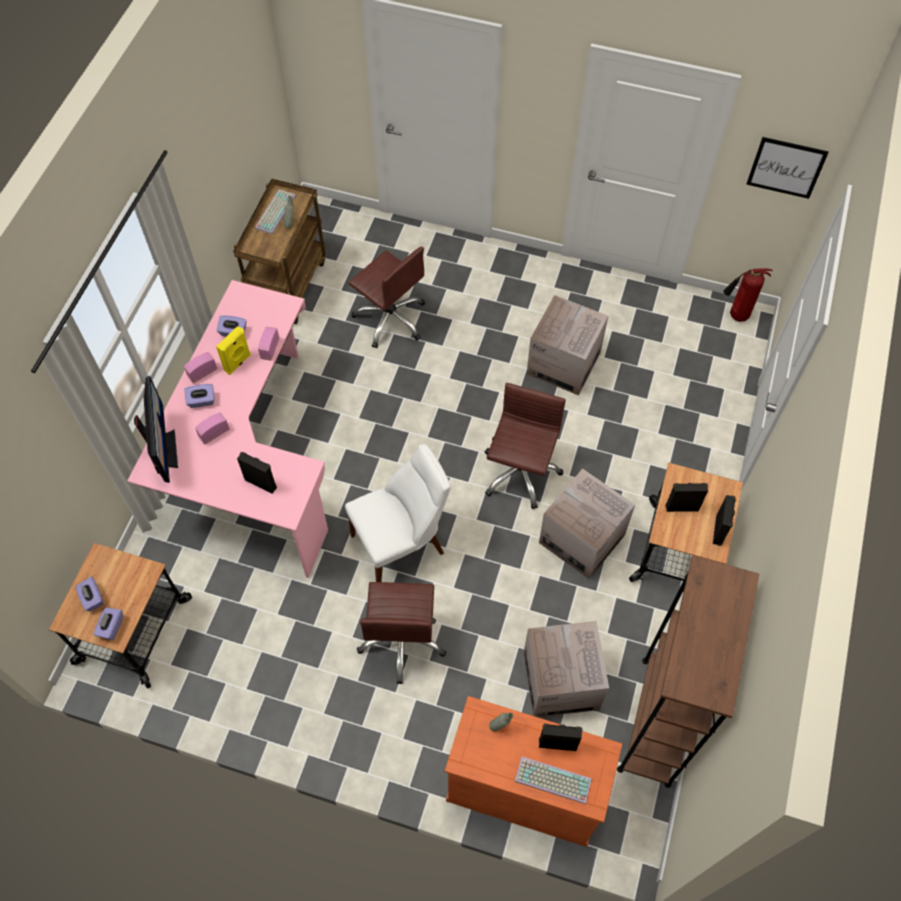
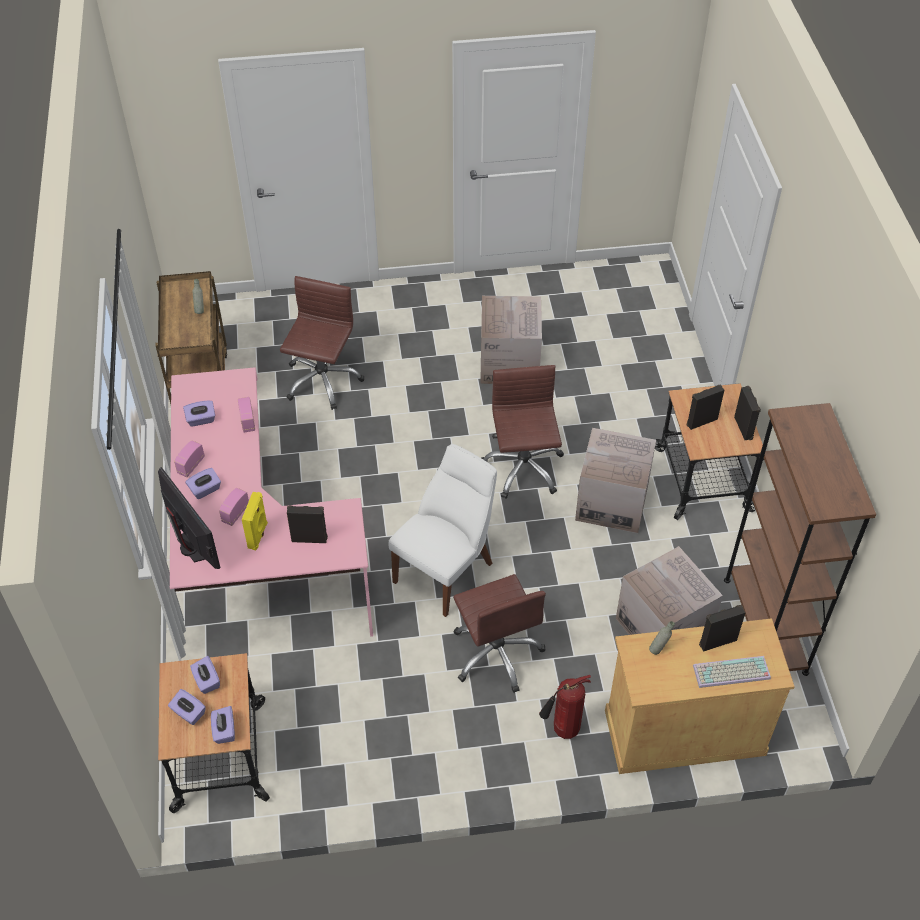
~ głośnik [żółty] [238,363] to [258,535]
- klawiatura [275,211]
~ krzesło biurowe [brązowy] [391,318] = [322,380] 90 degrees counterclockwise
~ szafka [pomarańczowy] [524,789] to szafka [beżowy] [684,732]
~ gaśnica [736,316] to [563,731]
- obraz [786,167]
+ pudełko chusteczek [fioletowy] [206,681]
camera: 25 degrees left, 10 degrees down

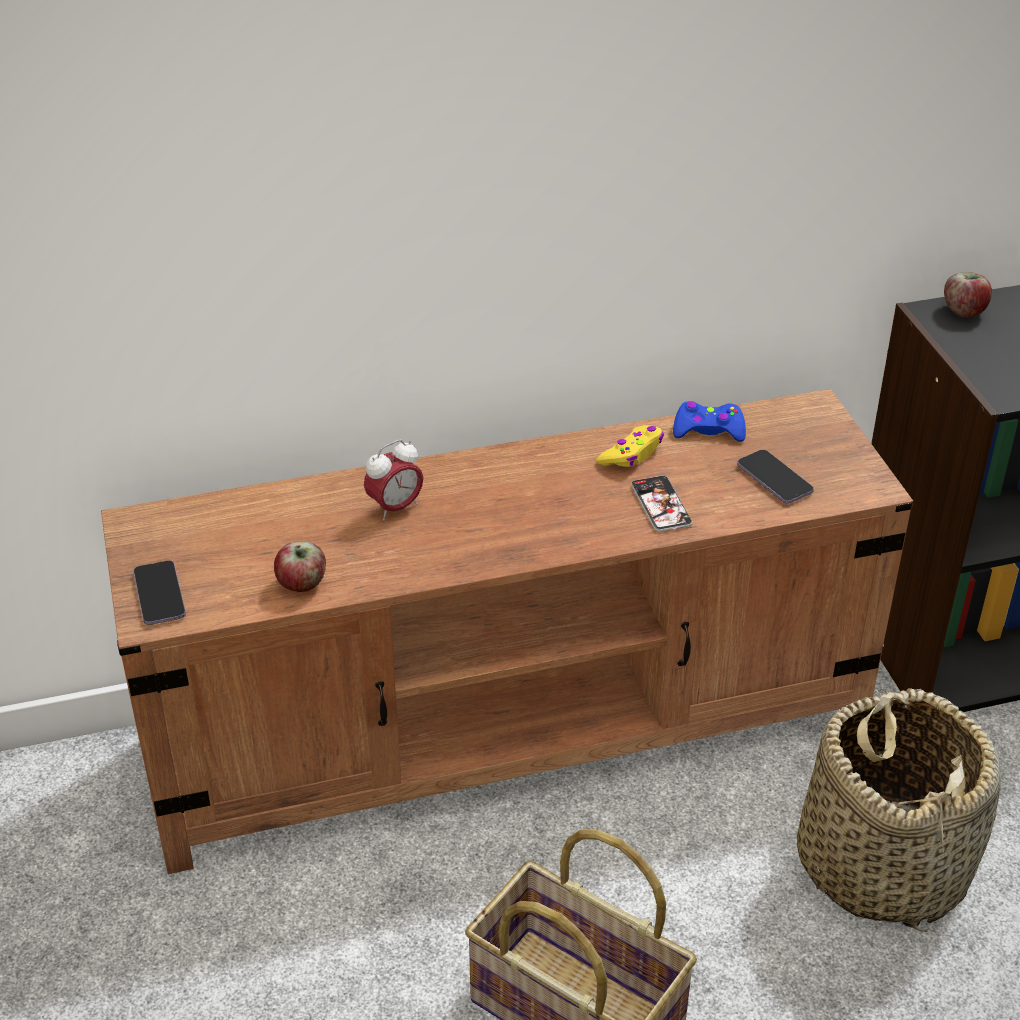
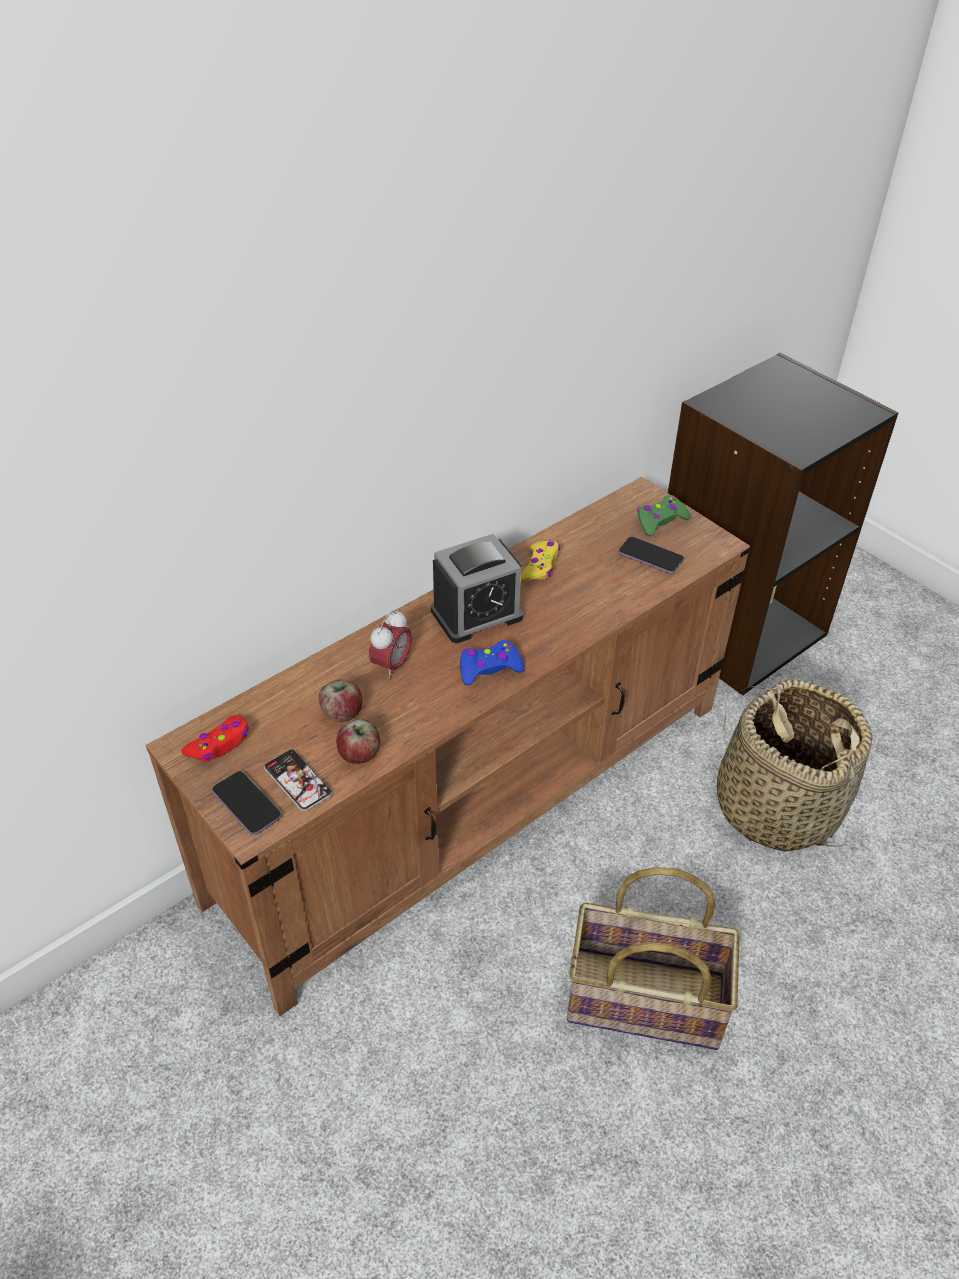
~ telefon [661,505] to [298,781]
~ pad do gier [niebieski] [708,430] to [489,668]
~ jabłko [964,311] to [342,713]
+ pad do gier [czerwony] [219,744]
+ budzik [476,614]
+ pad do gier [zielony] [660,521]
camera: 25 degrees left, 5 degrees up

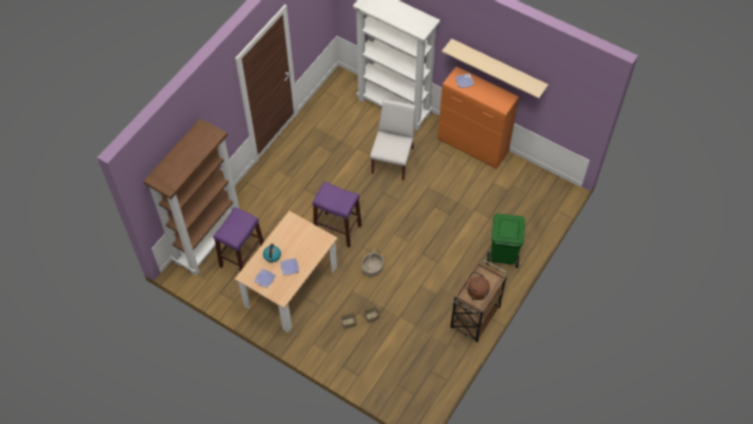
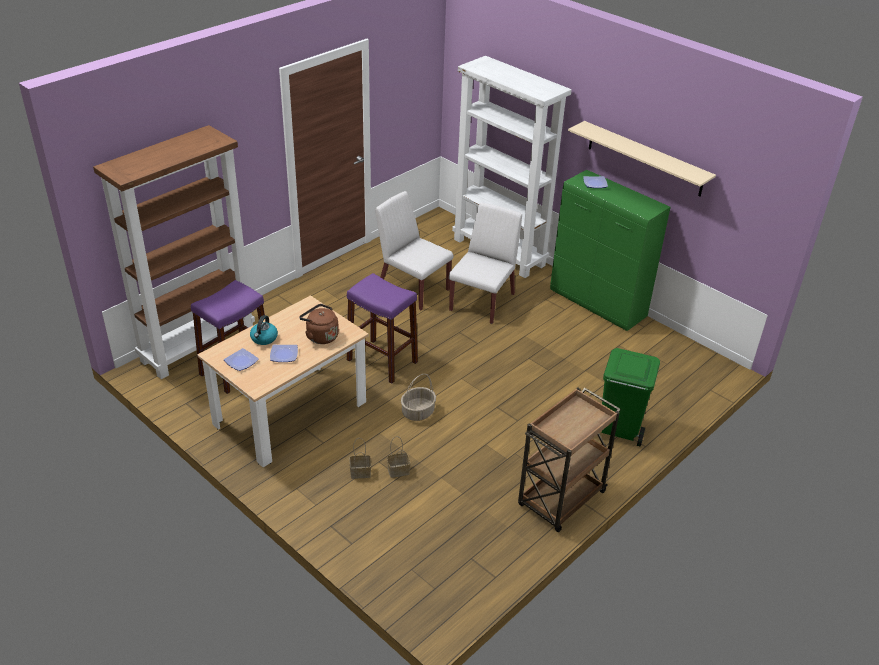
~ szafka [pomarańczowy] [473,146] to szafka [zielony] [598,305]
~ czajnik [brązowy] [476,291] to [320,336]
+ krzesło [biały] [412,289]
camera: 10 degrees right, 20 degrees down

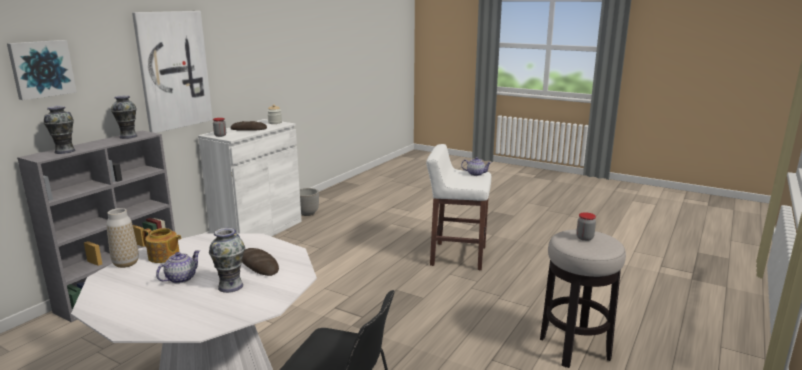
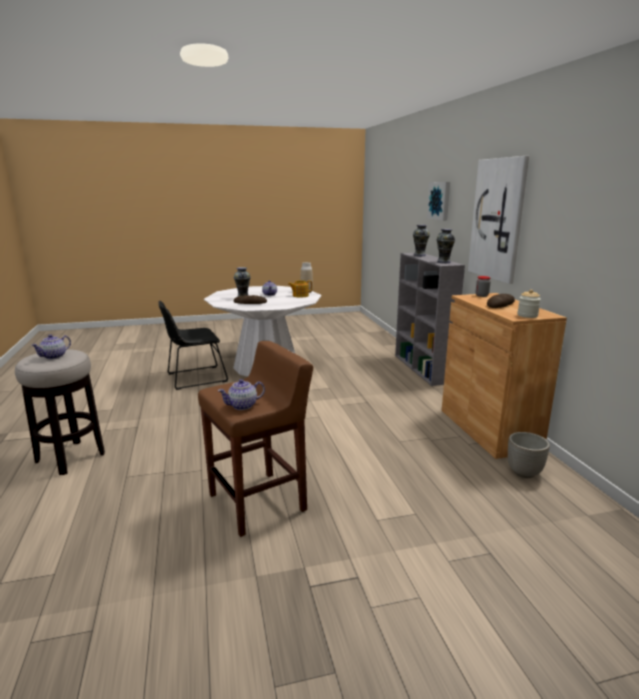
~ szafka [biały] [258,231] to szafka [brązowy] [488,429]
~ stołek [biały] [457,256] to stołek [brązowy] [259,502]
~ słoik [584,238] to imbryk [54,356]
camera: 135 degrees right, 0 degrees up

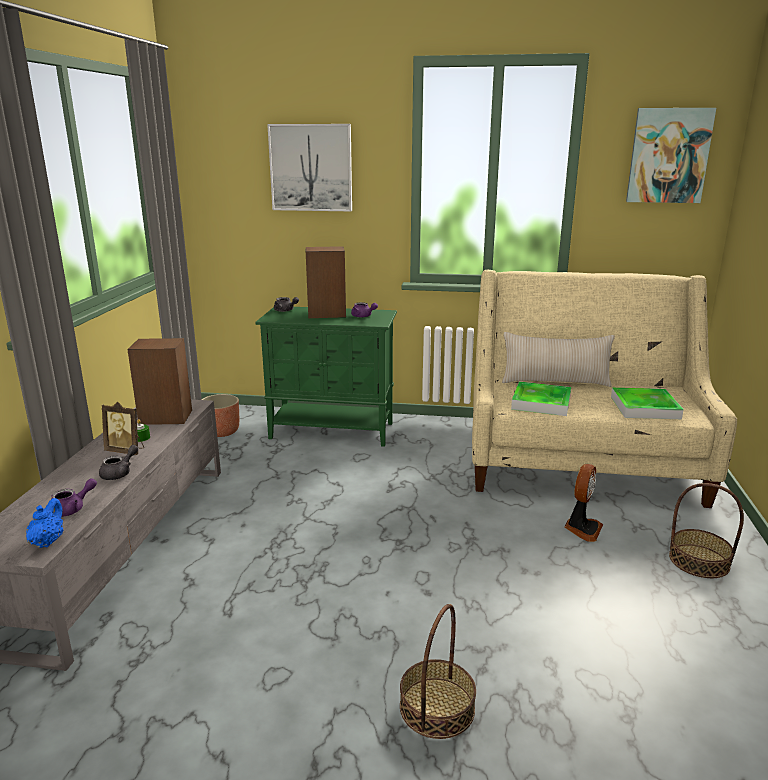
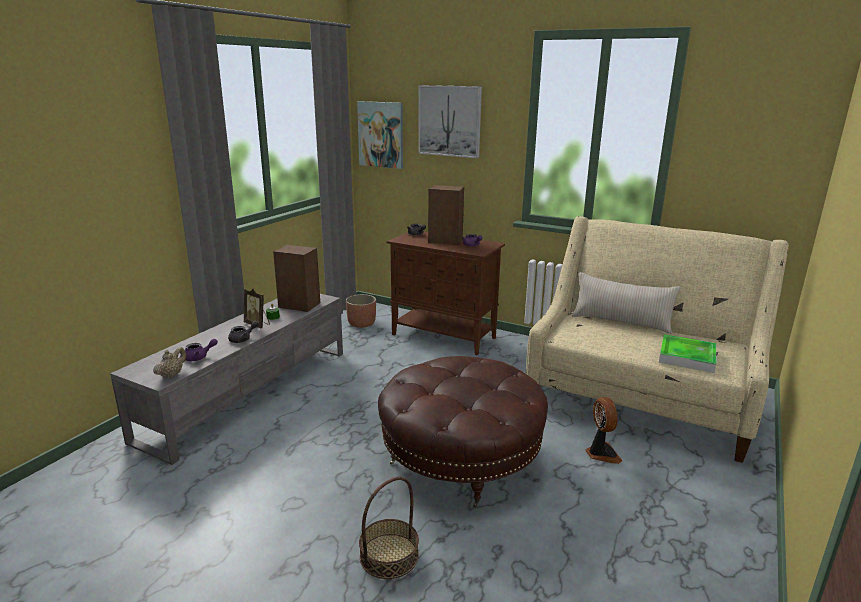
~ imbryk [niebieski] [48,541] to imbryk [beżowy] [171,375]
~ szafka [zielony] [333,431] to szafka [brązowy] [444,336]
- taca [541,402]
~ wentylator [582,528] = [601,453] 60 degrees counterclockwise
~ obraz [668,156] to [381,134]
- koszyk [699,561]
+ pufa [brązowy] [460,458]
camera: 20 degrees right, 0 degrees up

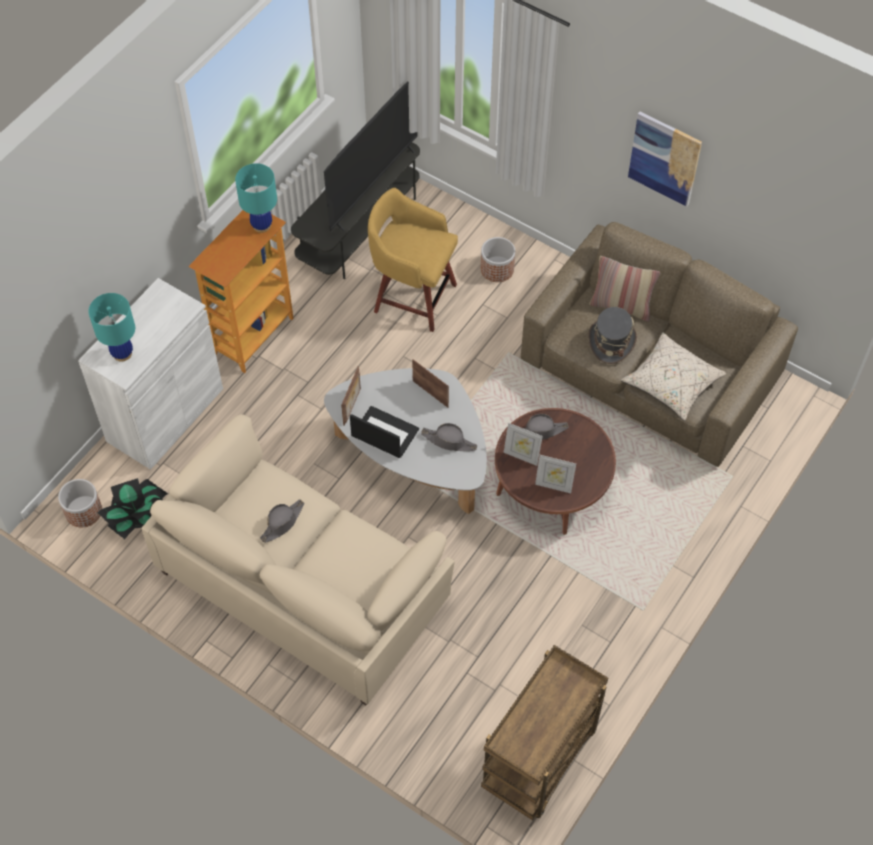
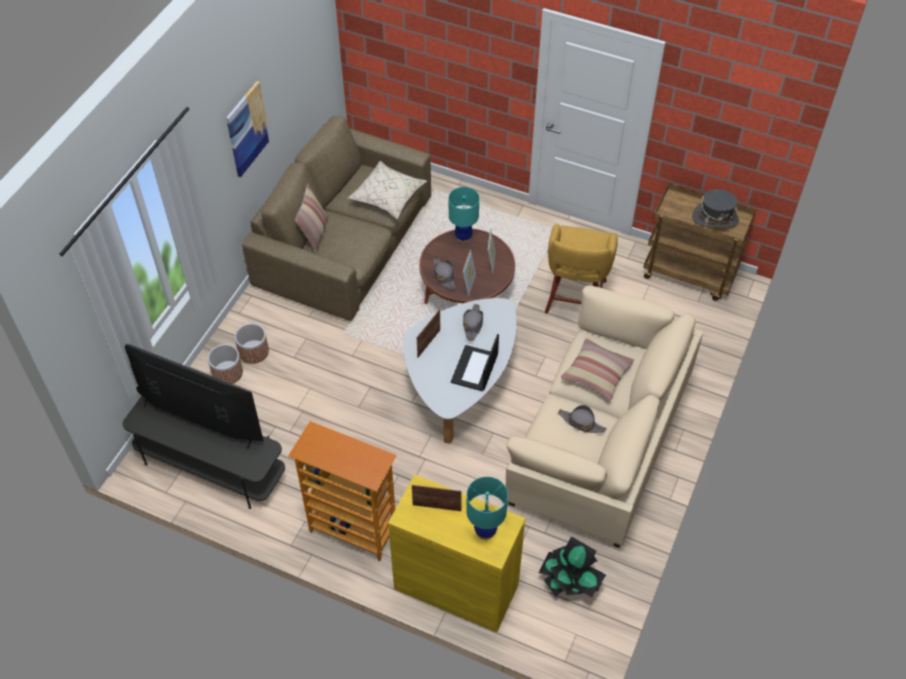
~ donica [83,511] to [227,373]
~ szafka [biały] [165,415] to szafka [żółty] [456,587]
~ lampa stołowa [turkusowy] [261,225] to [463,237]
~ ramka na zdjęcie [352,406] to [437,507]
~ stołek [żółty] [412,297] to [574,298]
~ kapelusz [szary] [611,341] to [715,218]
+ poduszka [596,373]
camera: 100 degrees left, 5 degrees down

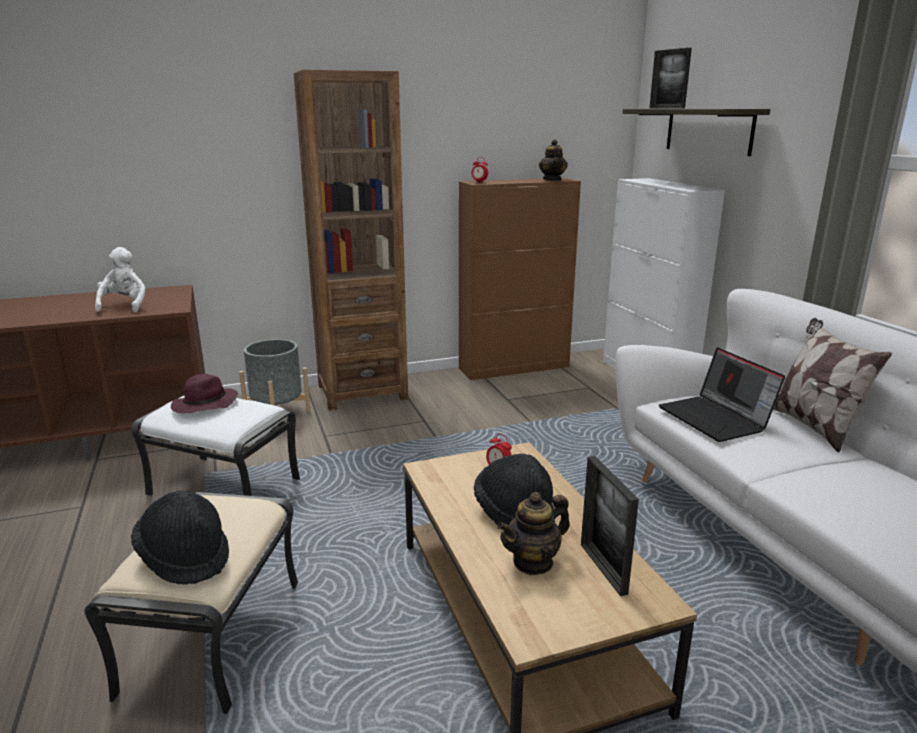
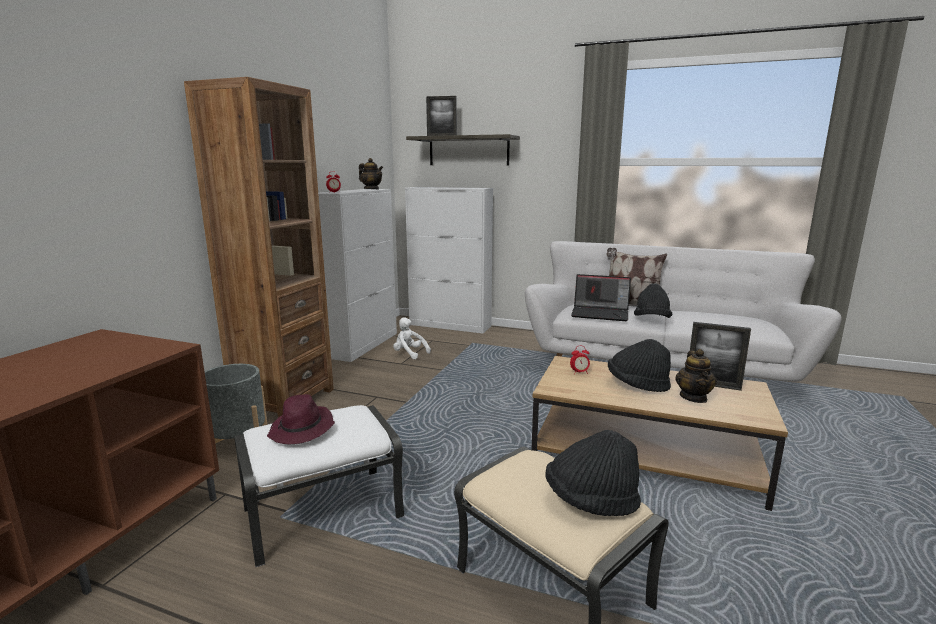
~ pluszak [biały] [125,306] to [409,354]
~ szafka [brązowy] [514,367] to szafka [biały] [364,345]
+ kapelusz [czarny] [651,320]
camera: 50 degrees left, 5 degrees down

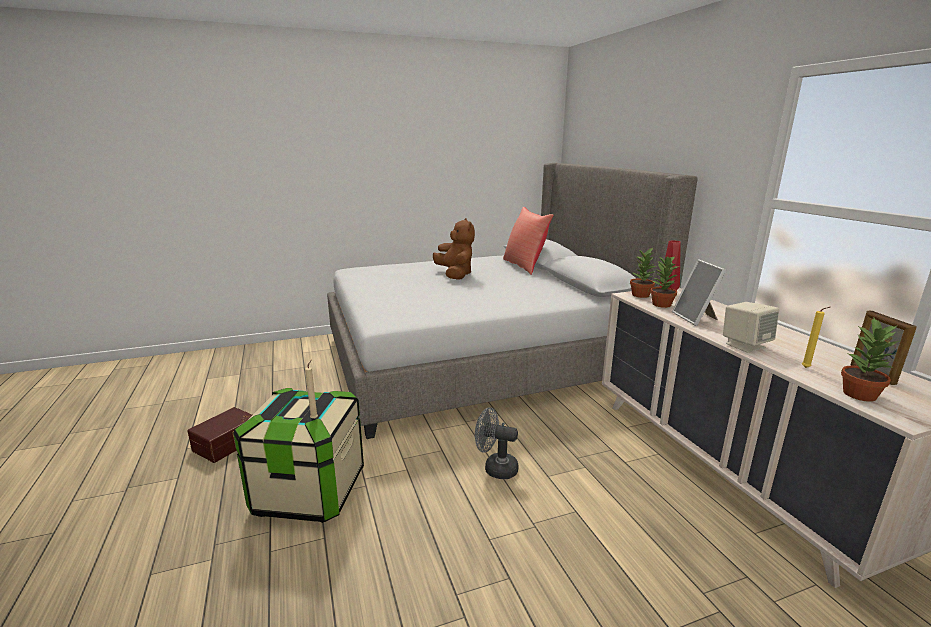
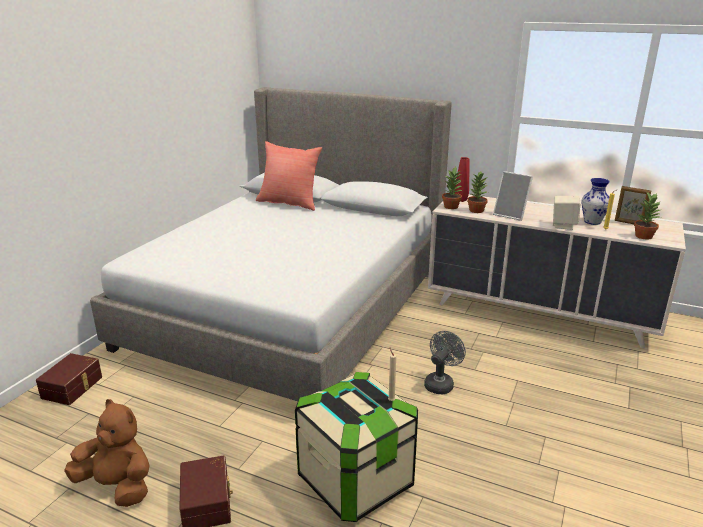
~ pluszak [brązowy] [455,275] to [117,486]
~ wentylator [szary] [495,468] = [441,383] 150 degrees clockwise
+ pojemnik do przechowywania [brązowy] [73,387]
+ wazon [592,222]
camera: 45 degrees left, 5 degrees up

